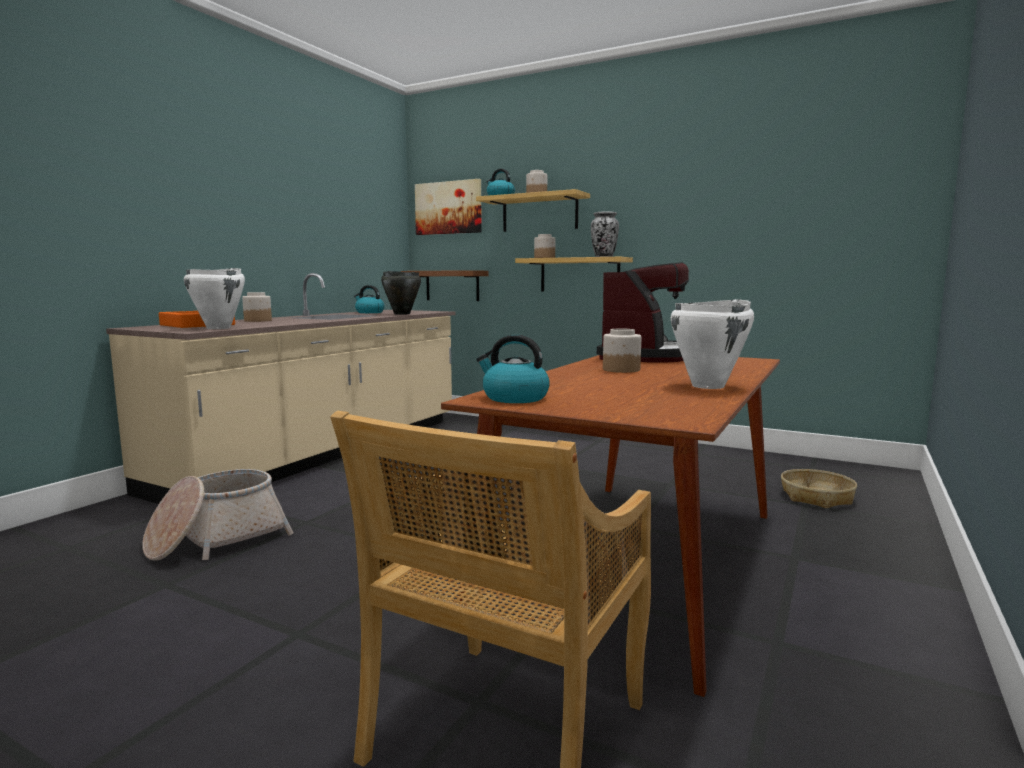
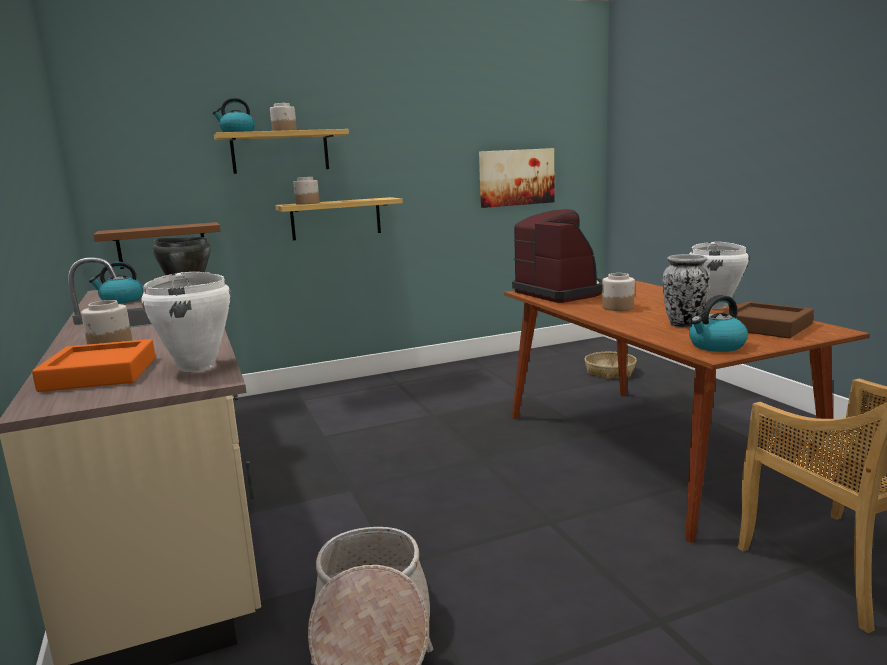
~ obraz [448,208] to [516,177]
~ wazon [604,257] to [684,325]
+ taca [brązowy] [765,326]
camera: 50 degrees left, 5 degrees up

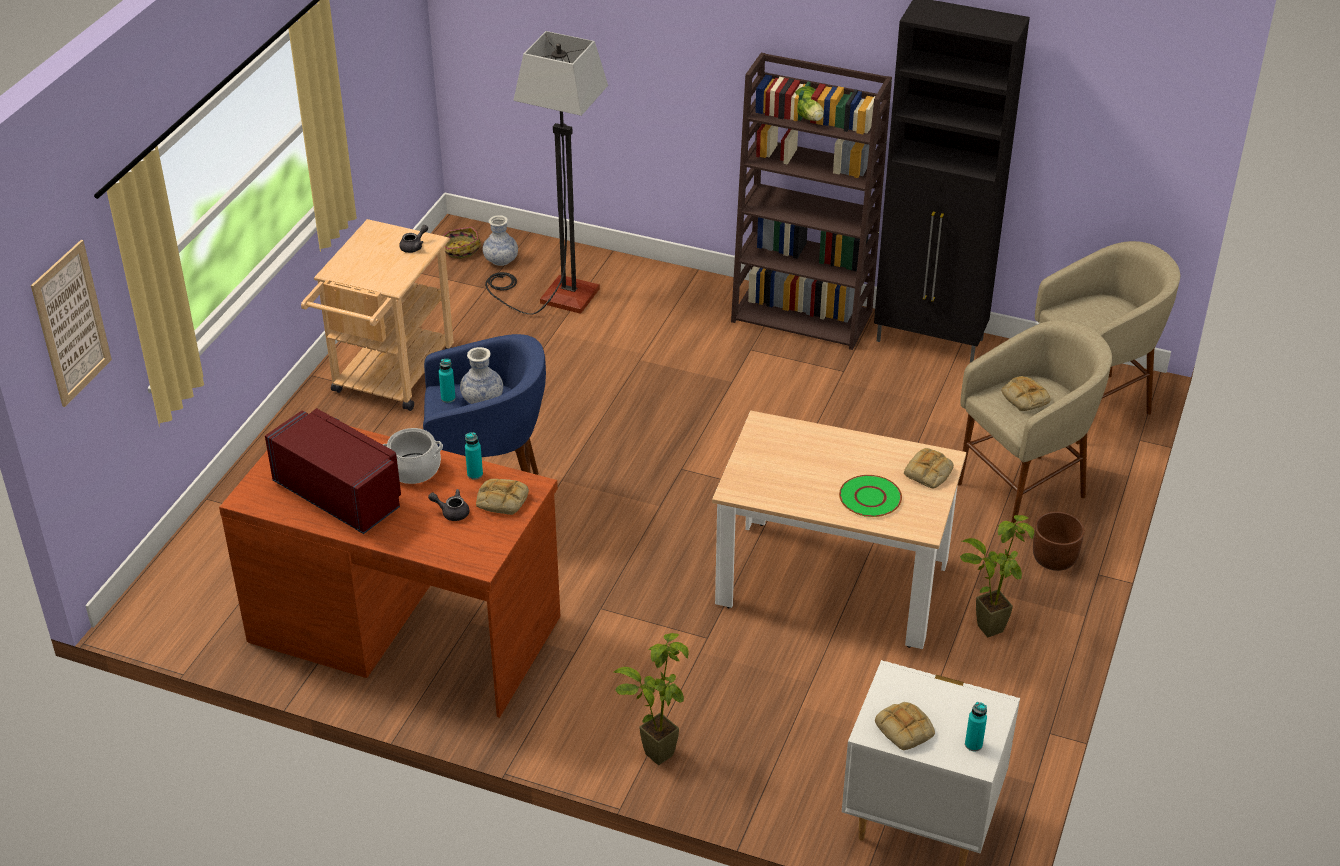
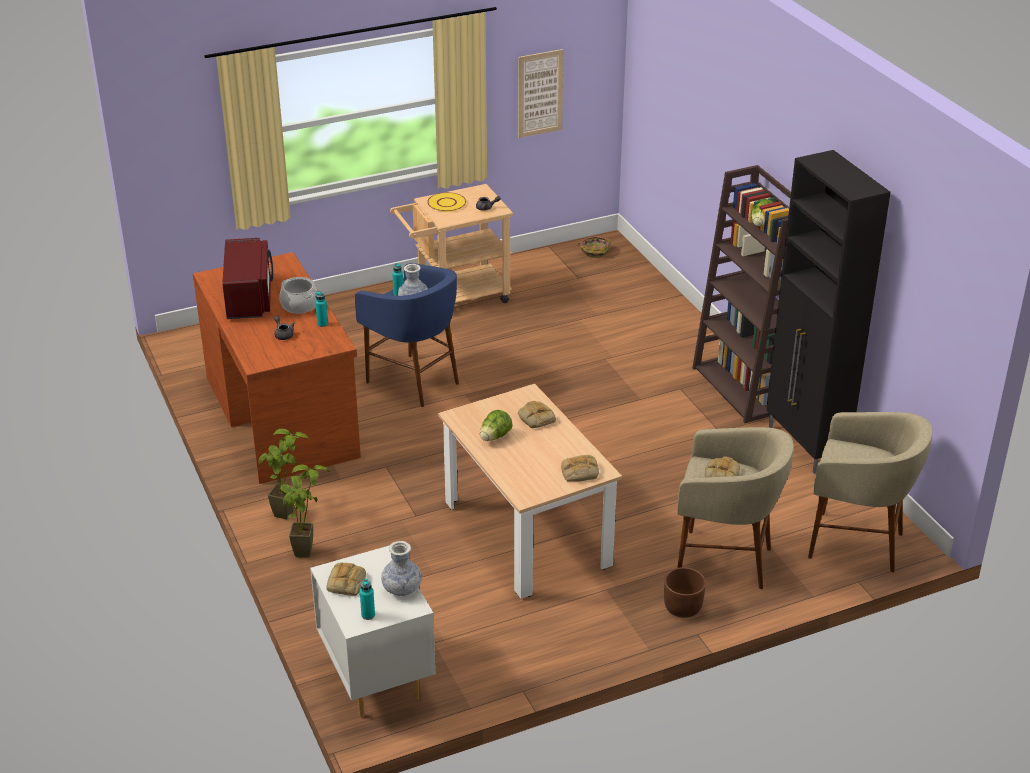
~ obraz [71,323] to [540,93]
~ chleb [501,500] to [535,418]
~ wazon [501,260] to [401,589]
- lampa stojąca [553,295]
- talerz [zielony] [870,498]
~ roślina doniczkowa [987,621] to [289,510]
+ talerz [żółty] [447,203]
+ sałata [495,437]
camera: 45 degrees right, 5 degrees down

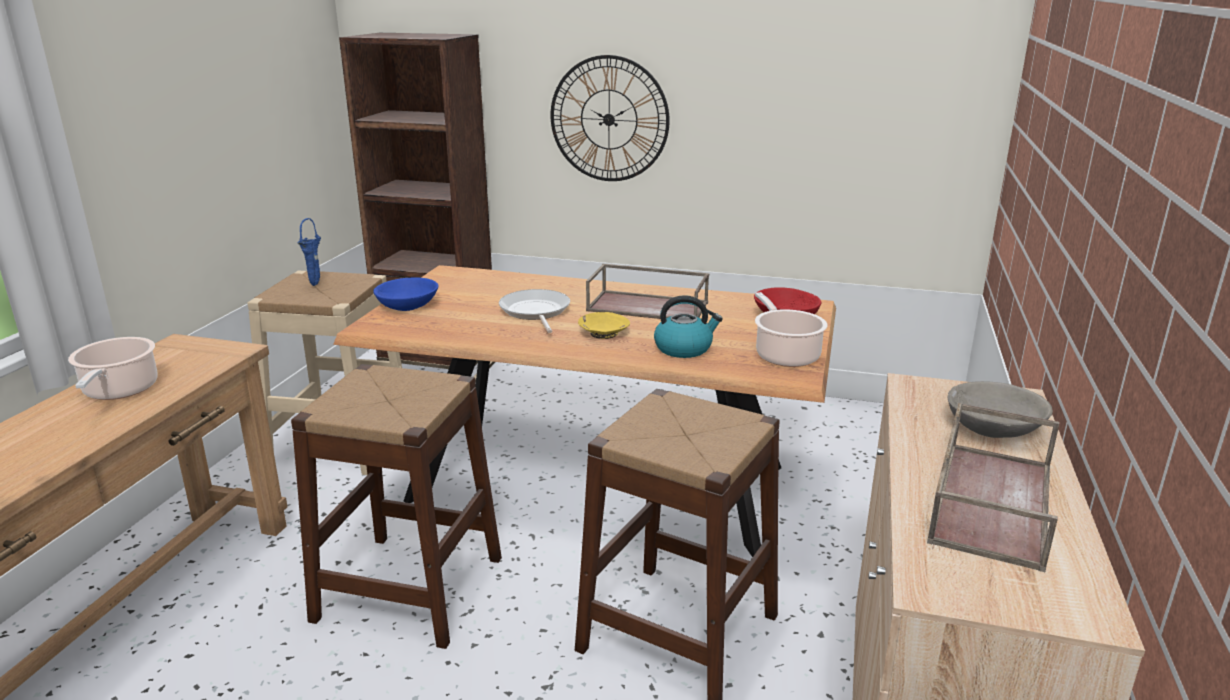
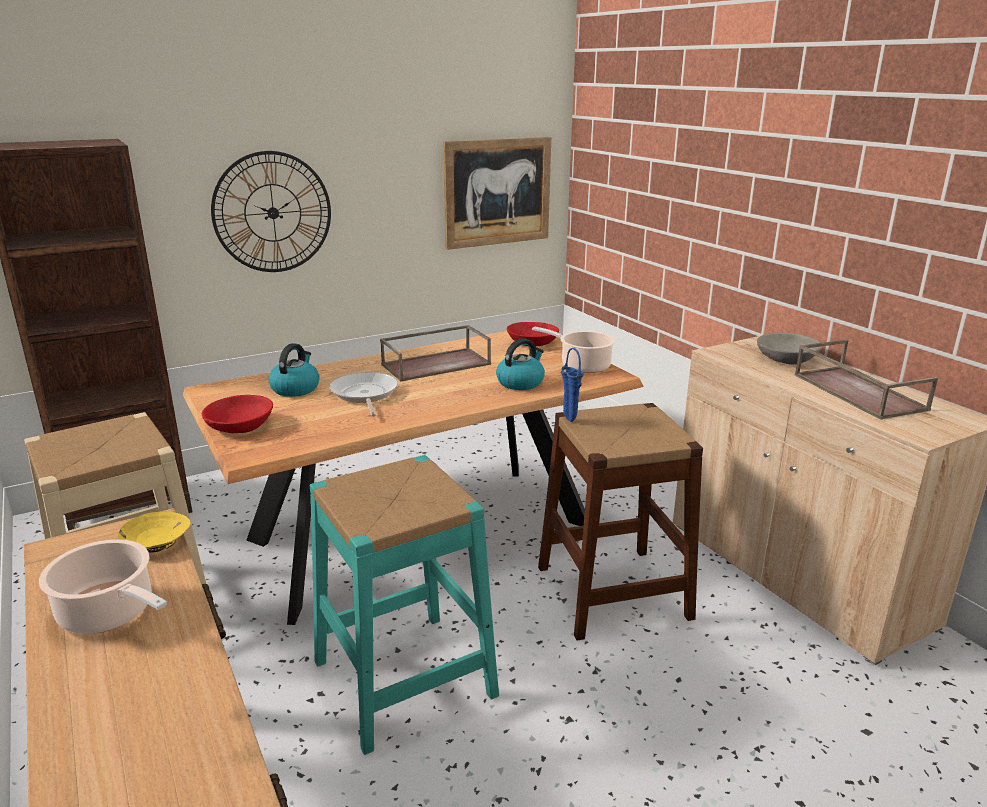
~ stołek [brązowy] [409,588] to stołek [turkusowy] [404,678]
~ wazon [niebieski] [316,284] to [568,419]
~ miska [niebieski] [407,305] to miska [czerwony] [240,426]
~ patelnia [535,312] = [364,394] 45 degrees clockwise
~ miska [żółty] [603,333] to [157,543]
+ czajnik [295,388]
+ obraz [497,192]
camera: 45 degrees left, 0 degrees up

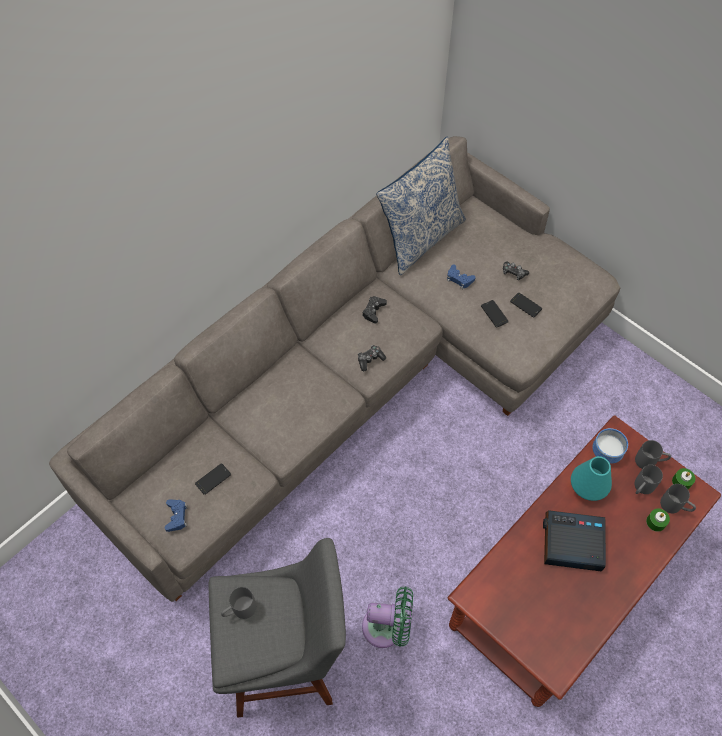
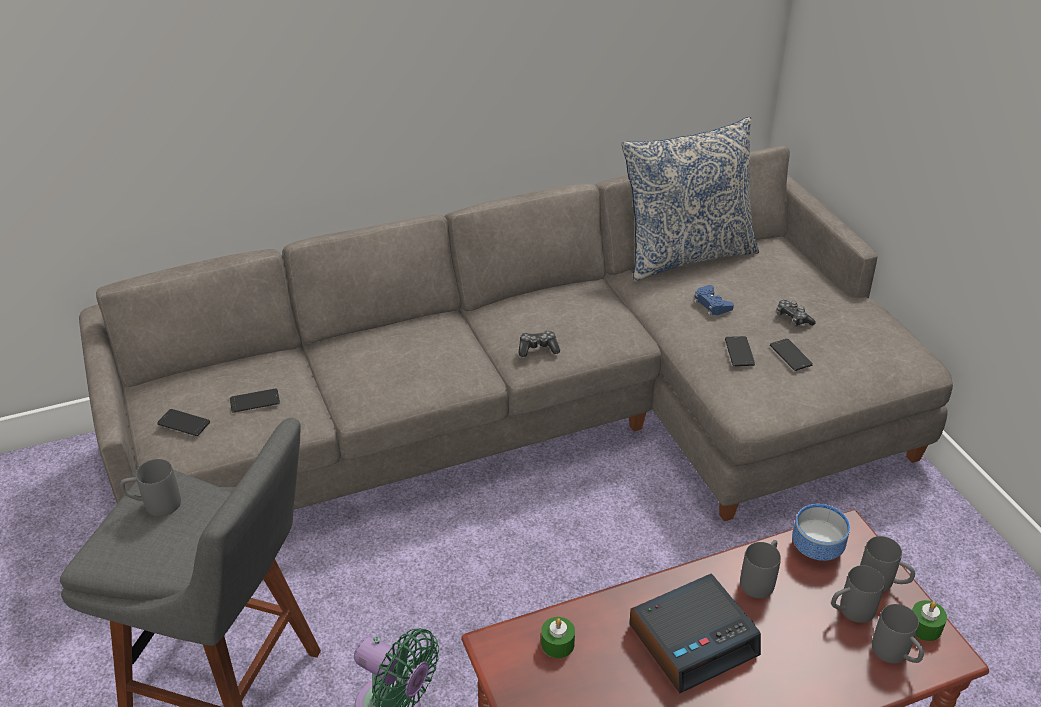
~ pad do gier [niebieski] [176,516] to telefon [183,423]
- pad do gier [czarny] [373,311]
~ budzik [571,543] = [693,639] 120 degrees clockwise
~ wazon [turkusowy] [587,487] to kubek [szary] [760,579]
~ świeca [zielony] [656,522] to [557,644]
camera: 25 degrees right, 20 degrees down

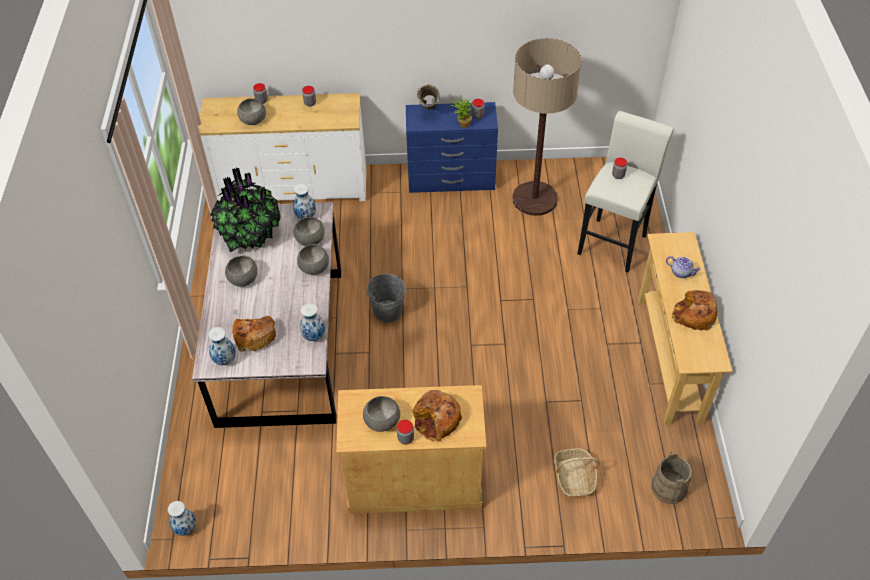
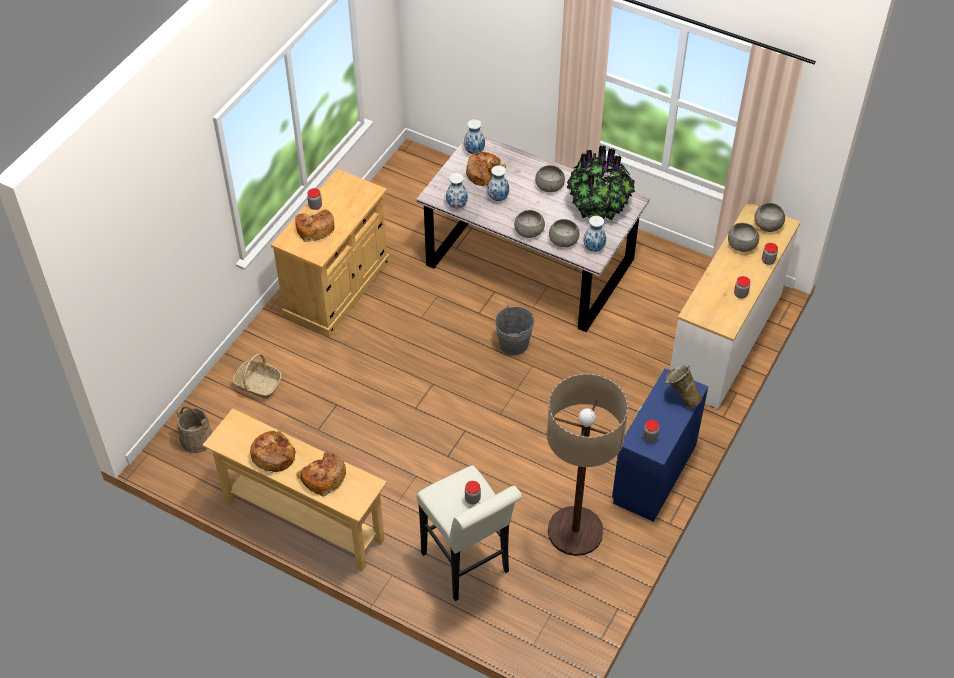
~ wazon [186,528] to [498,198]
~ miska [szary] [382,420] to [768,225]
- roślina doniczkowa [462,124]
~ imbryk [681,272] to chleb [323,477]
camera: 120 degrees right, 0 degrees up

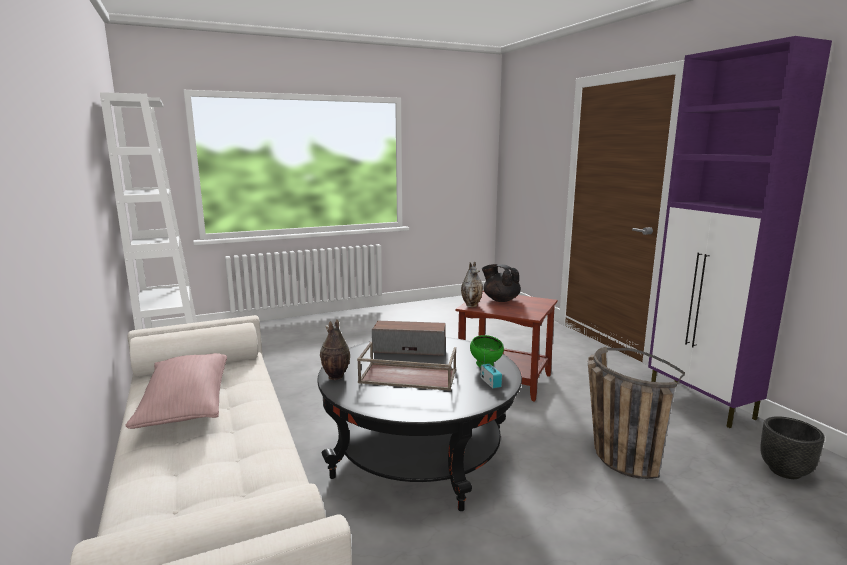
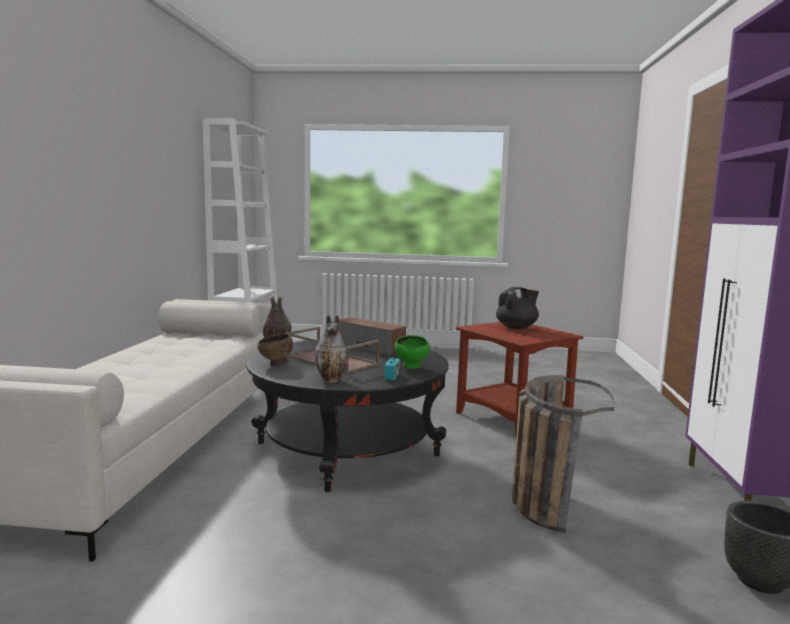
- poduszka [różowy] [186,406]
~ wazon [471,305] to [332,380]
~ imbryk [czarny] [500,299] = [517,327] 75 degrees clockwise
+ miska [brązowy] [276,365]
camera: 30 degrees right, 5 degrees down

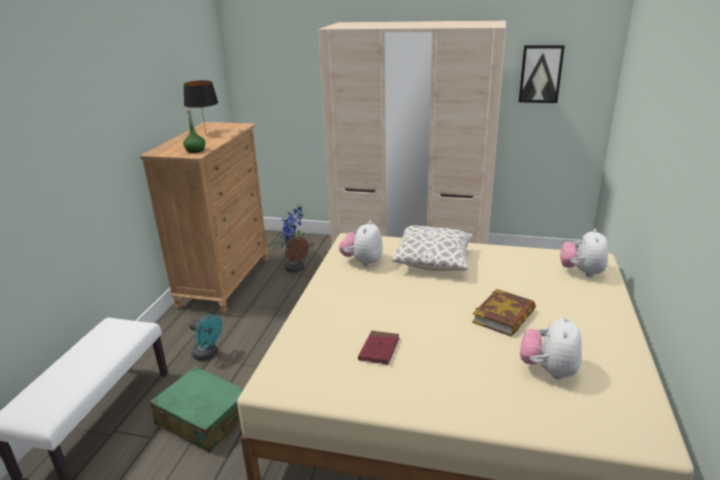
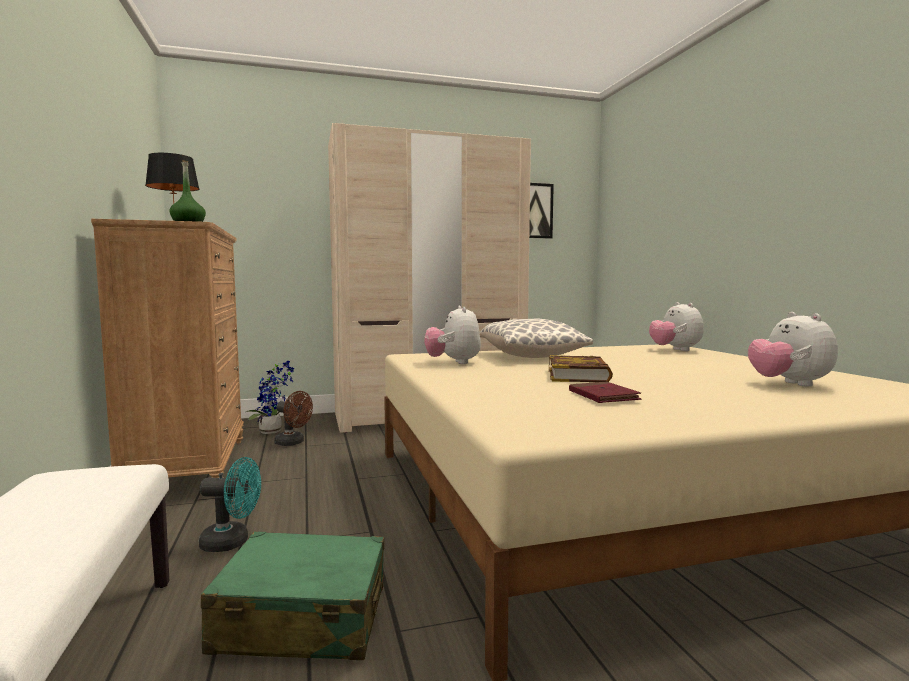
~ książka [504,317] to [578,375]
camera: 30 degrees left, 20 degrees down

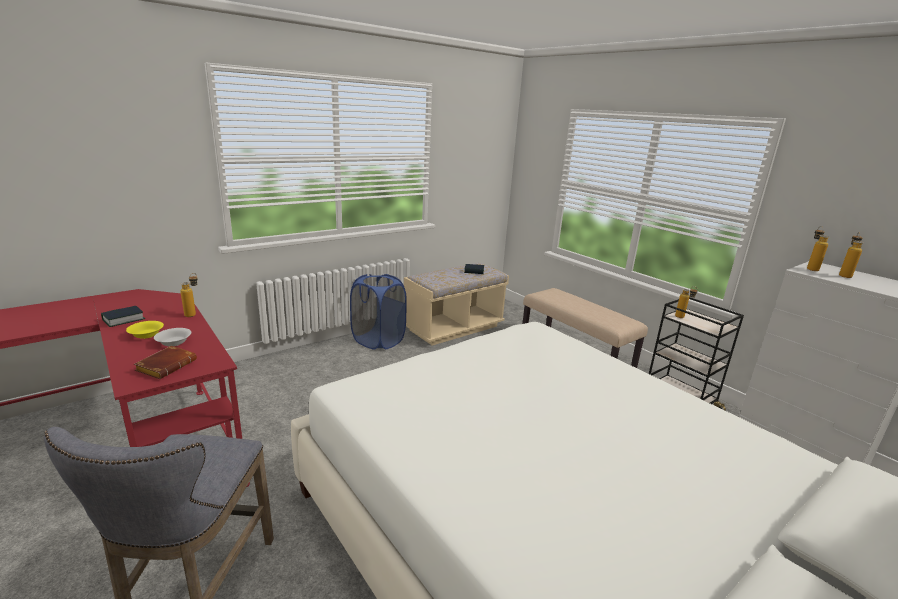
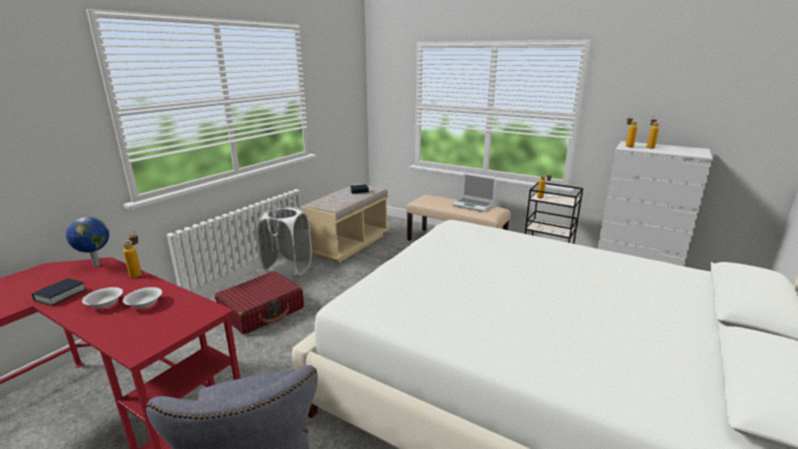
~ miska [żółty] [146,335] to miska [biały] [104,304]
- książka [brązowy] [167,365]
~ kosz na pranie [niebieski] [378,340] to kosz na pranie [biały] [287,269]
+ globus [95,265]
+ walizka [czerwony] [262,311]
+ laptop [473,205]
camera: 20 degrees left, 0 degrees up

